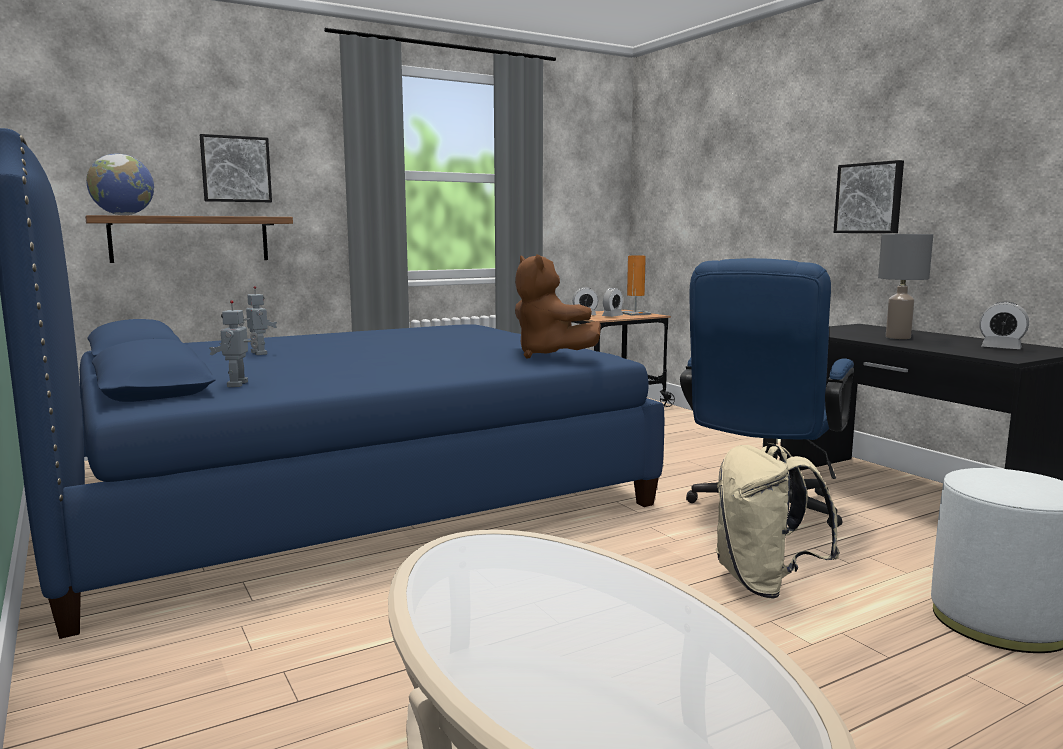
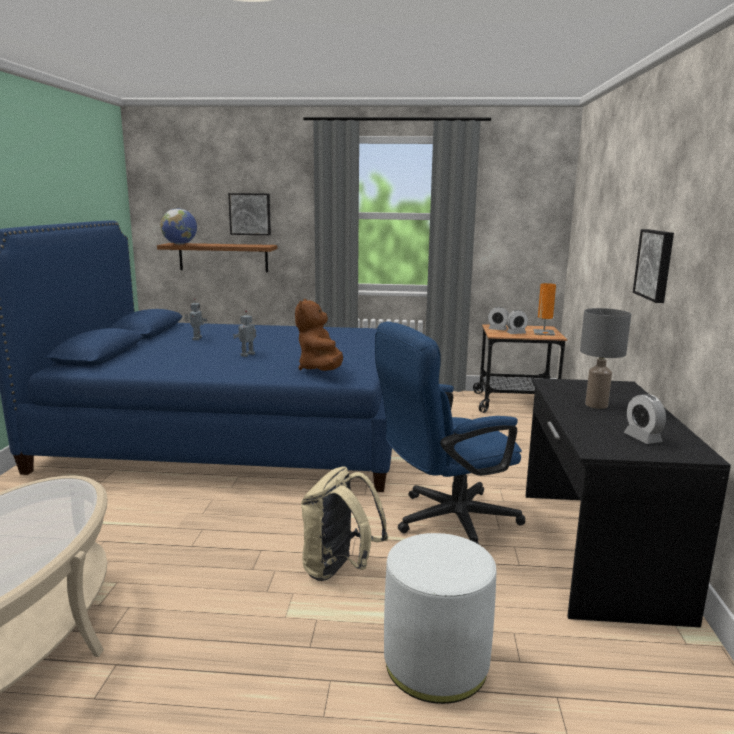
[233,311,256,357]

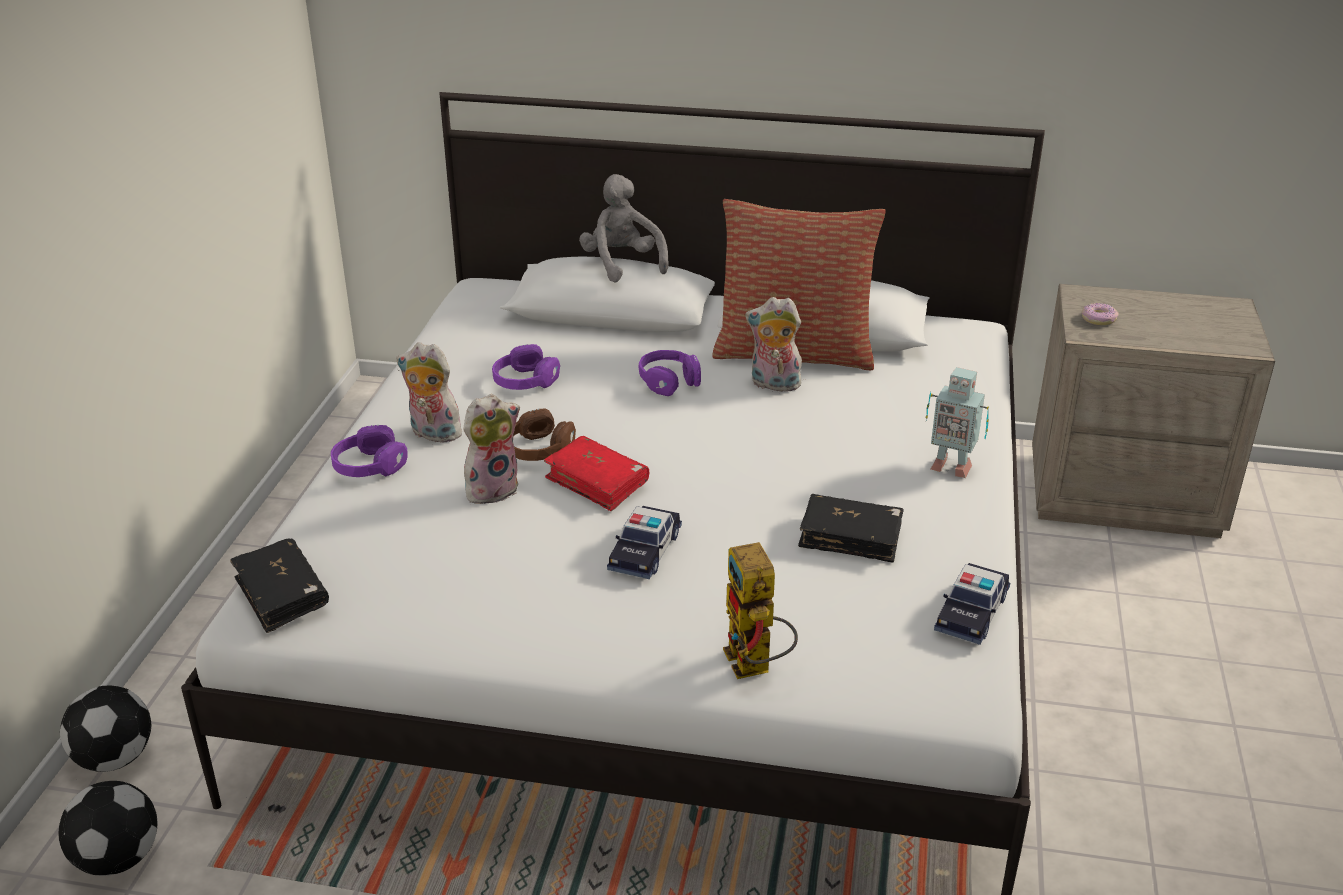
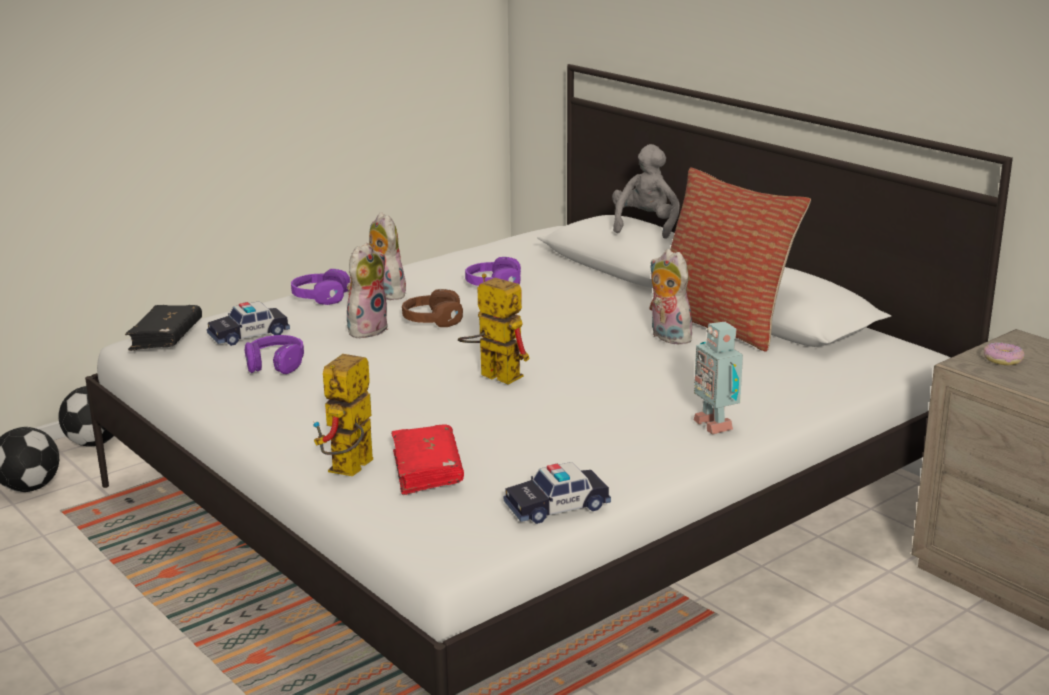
[798,494,904,563] (first image)
[458,273,530,385]
[391,424,464,495]
[207,301,290,346]
[244,335,304,374]
[347,243,388,339]

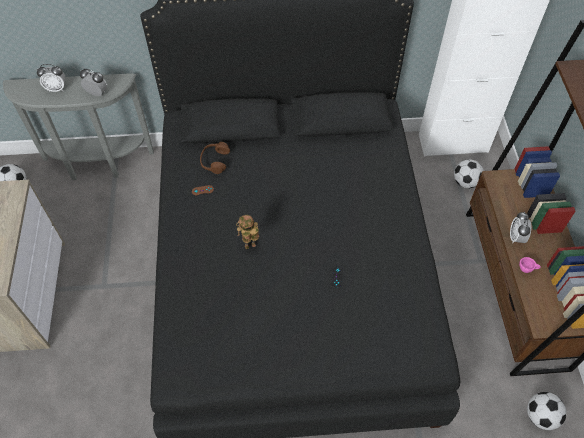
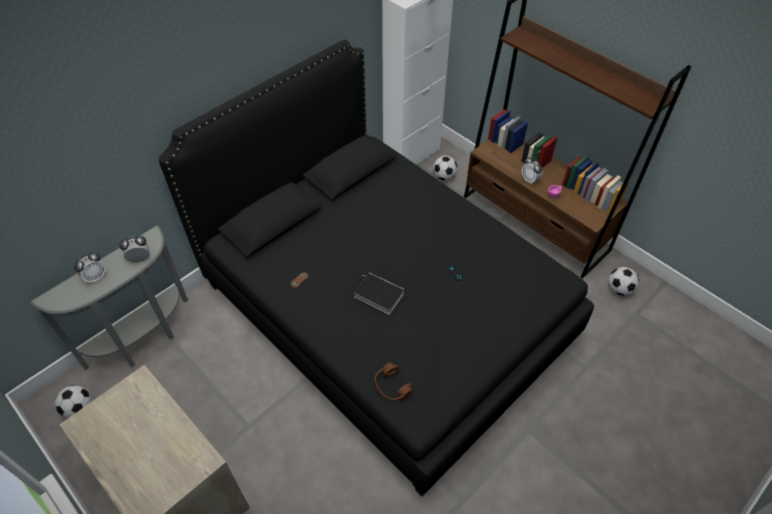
[375,363,412,401]
[354,273,404,314]

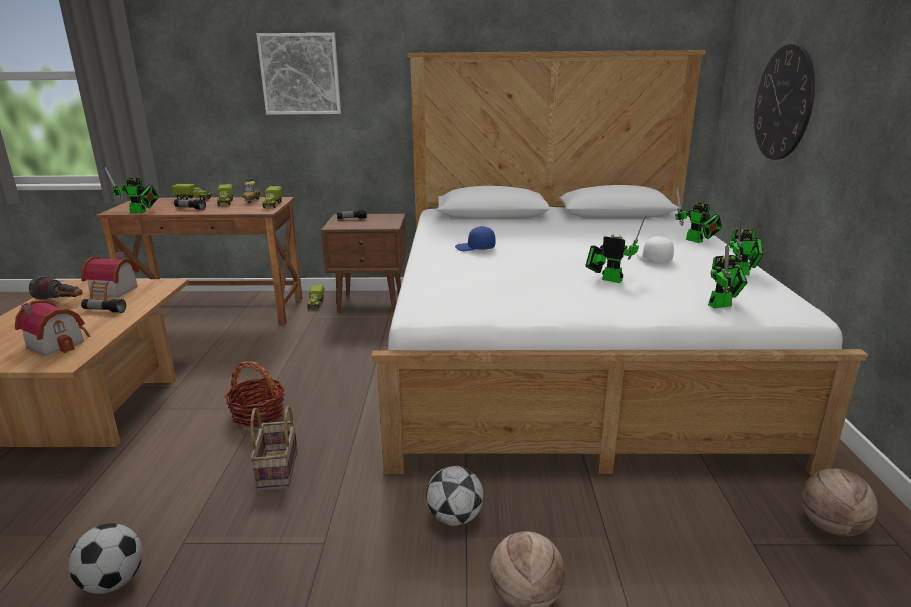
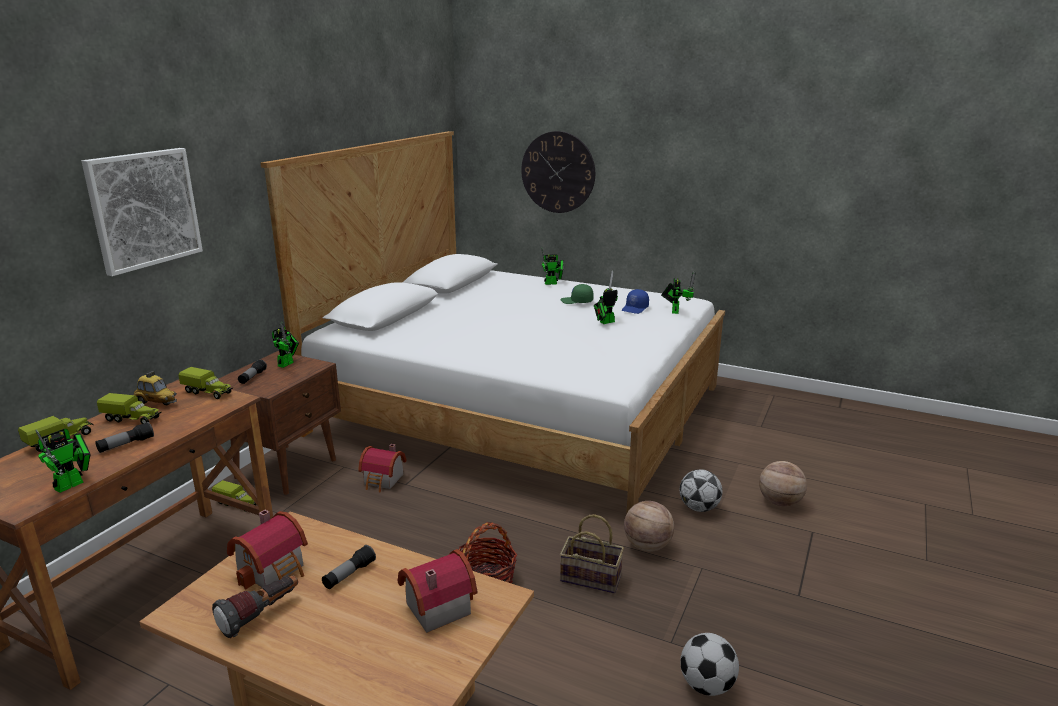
[358,444,407,493]
[622,289,649,314]
[272,322,299,368]
[624,501,674,552]
[561,284,594,304]

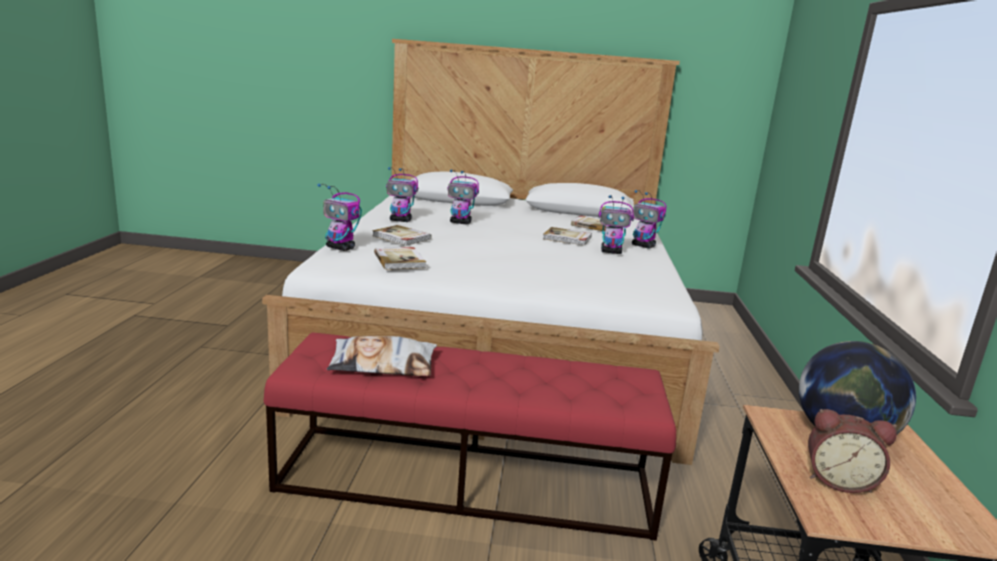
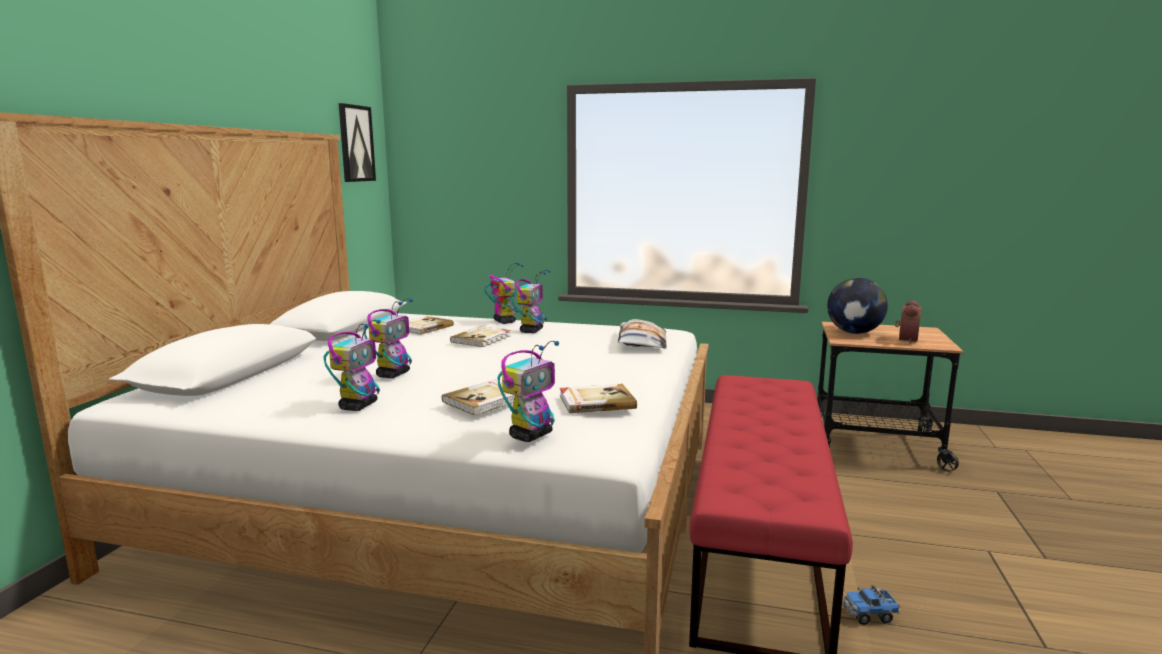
[339,103,376,182]
[842,585,900,625]
[618,319,667,349]
[484,262,524,324]

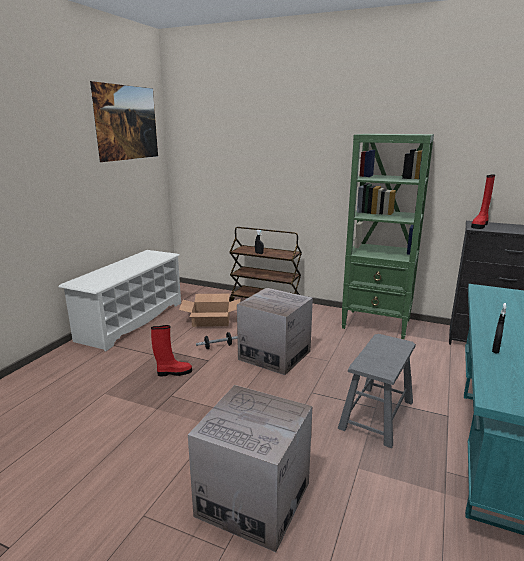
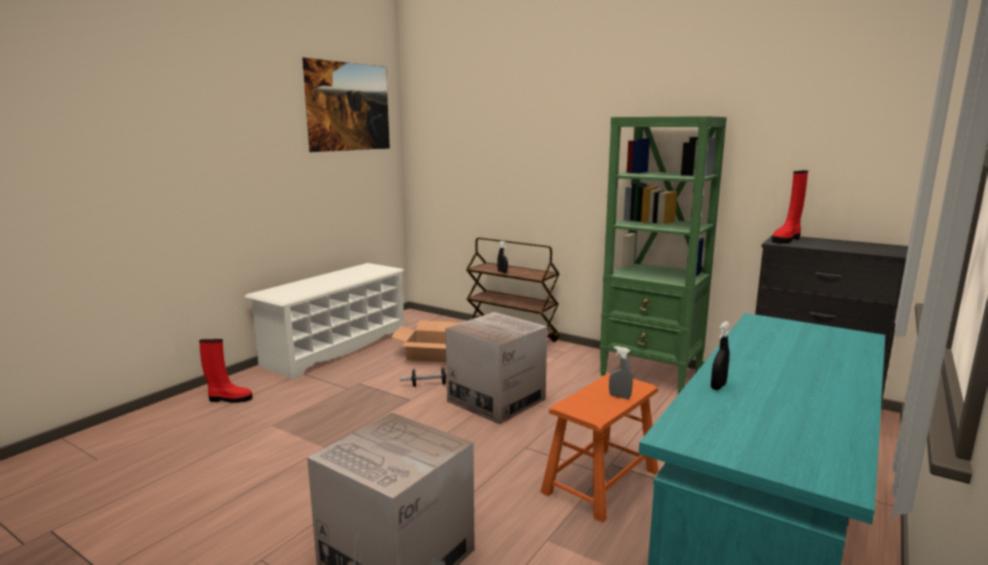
[609,346,633,399]
[199,339,253,403]
[541,373,659,523]

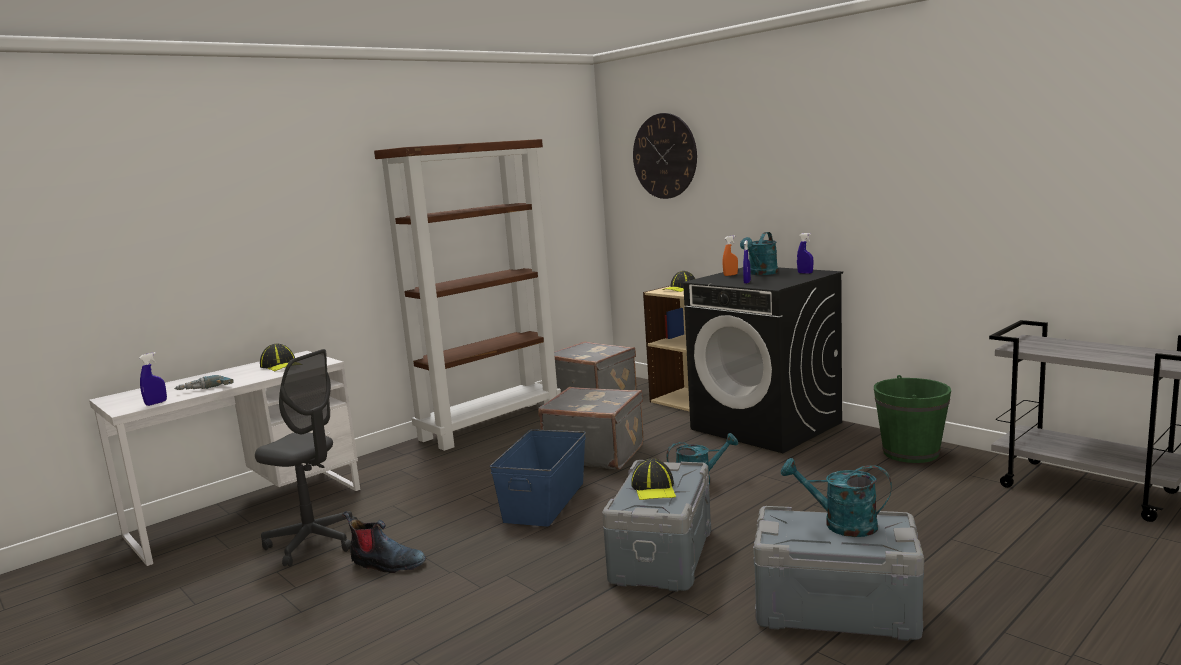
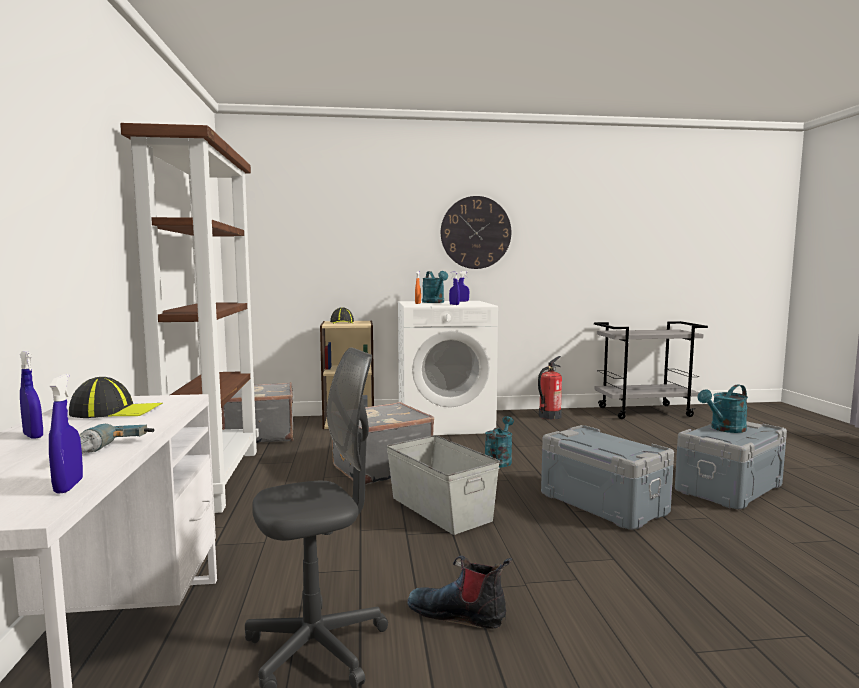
[632,459,676,500] (first image)
[20,351,43,439]
[441,196,511,269]
[538,356,562,419]
[386,435,500,535]
[398,301,498,435]
[407,556,512,629]

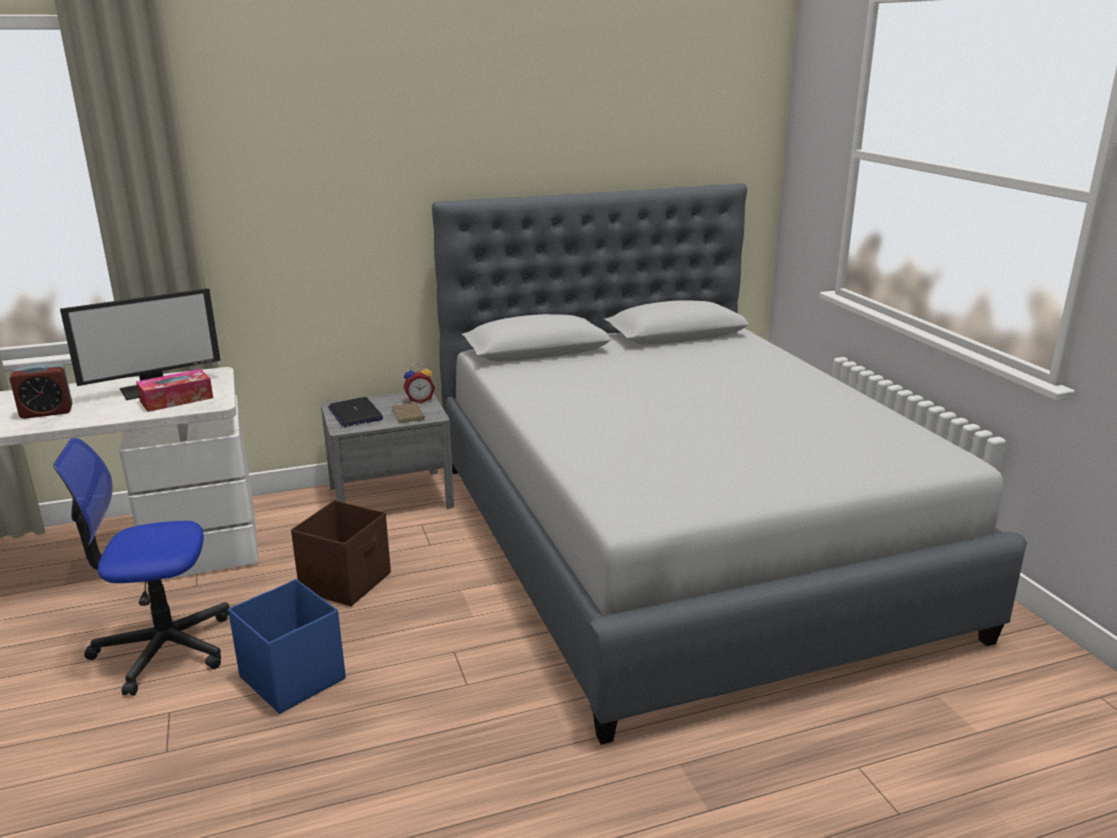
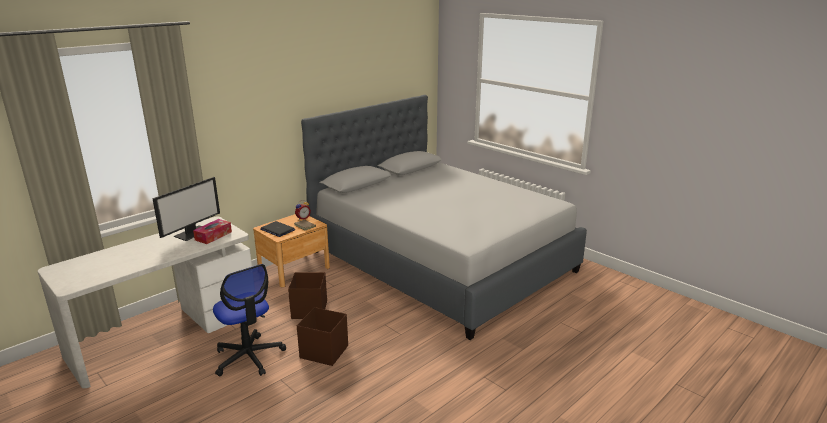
[10,364,73,419] (first image)
[297,307,348,366]
[253,214,330,287]
[213,264,286,376]

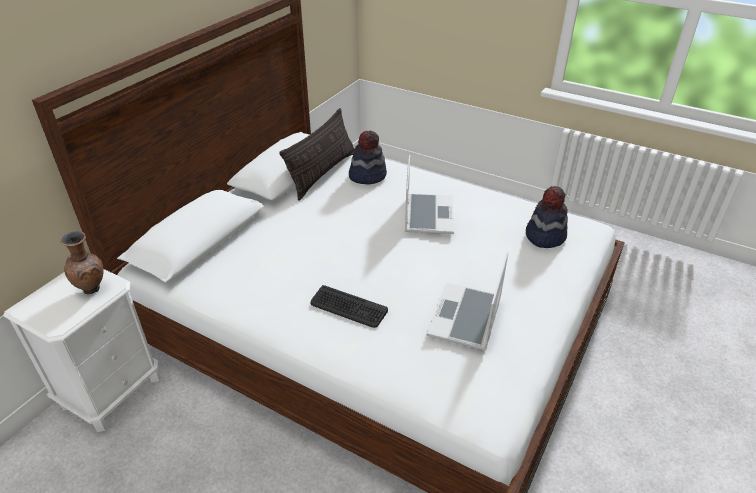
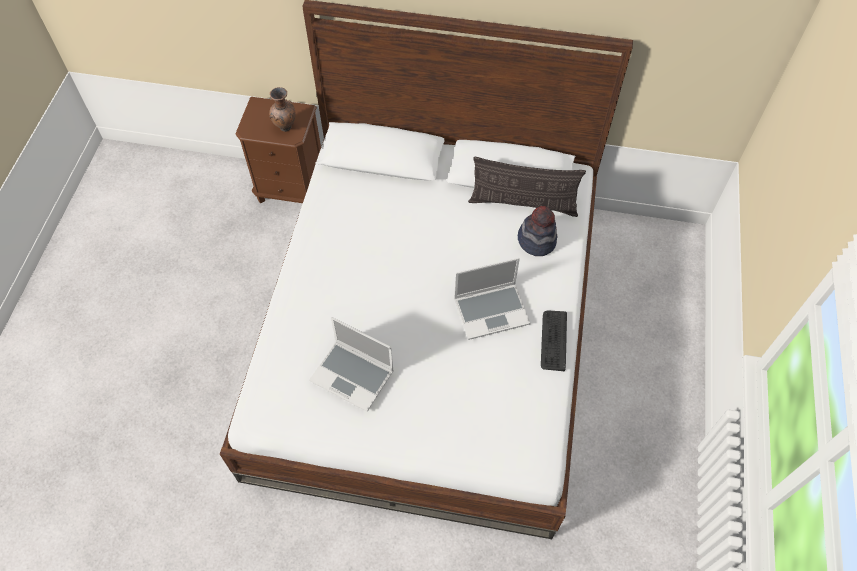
[526,186,568,248] (first image)
[541,310,567,371]
[235,97,321,203]
[309,317,394,412]

